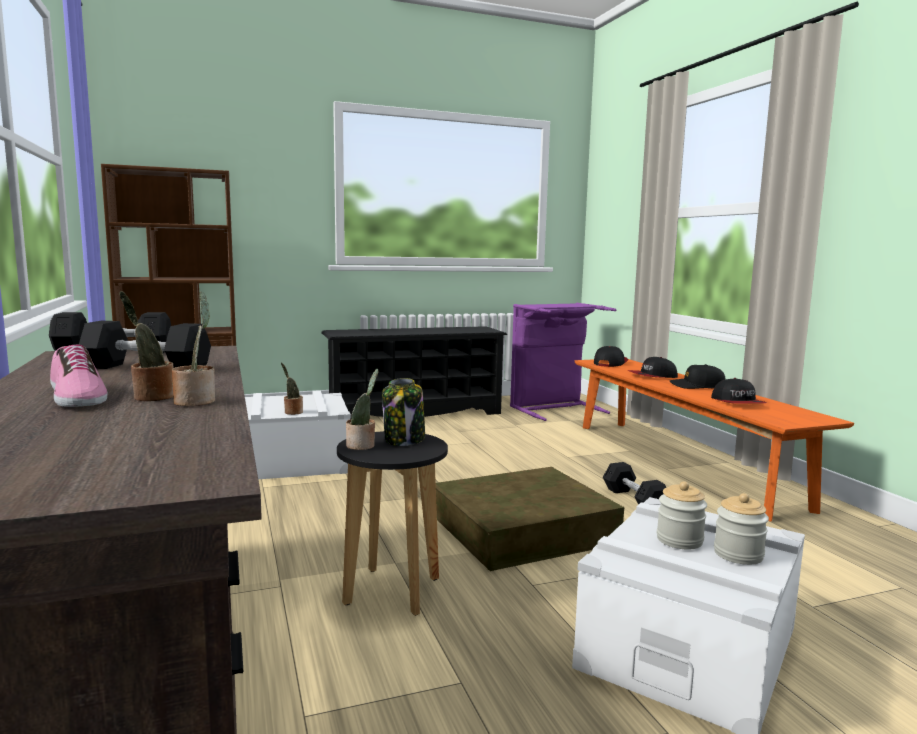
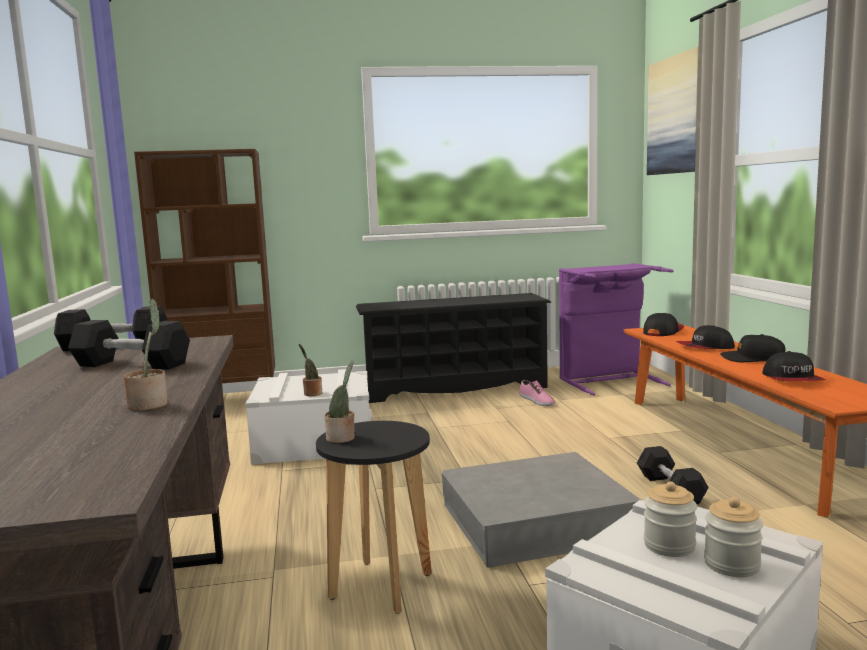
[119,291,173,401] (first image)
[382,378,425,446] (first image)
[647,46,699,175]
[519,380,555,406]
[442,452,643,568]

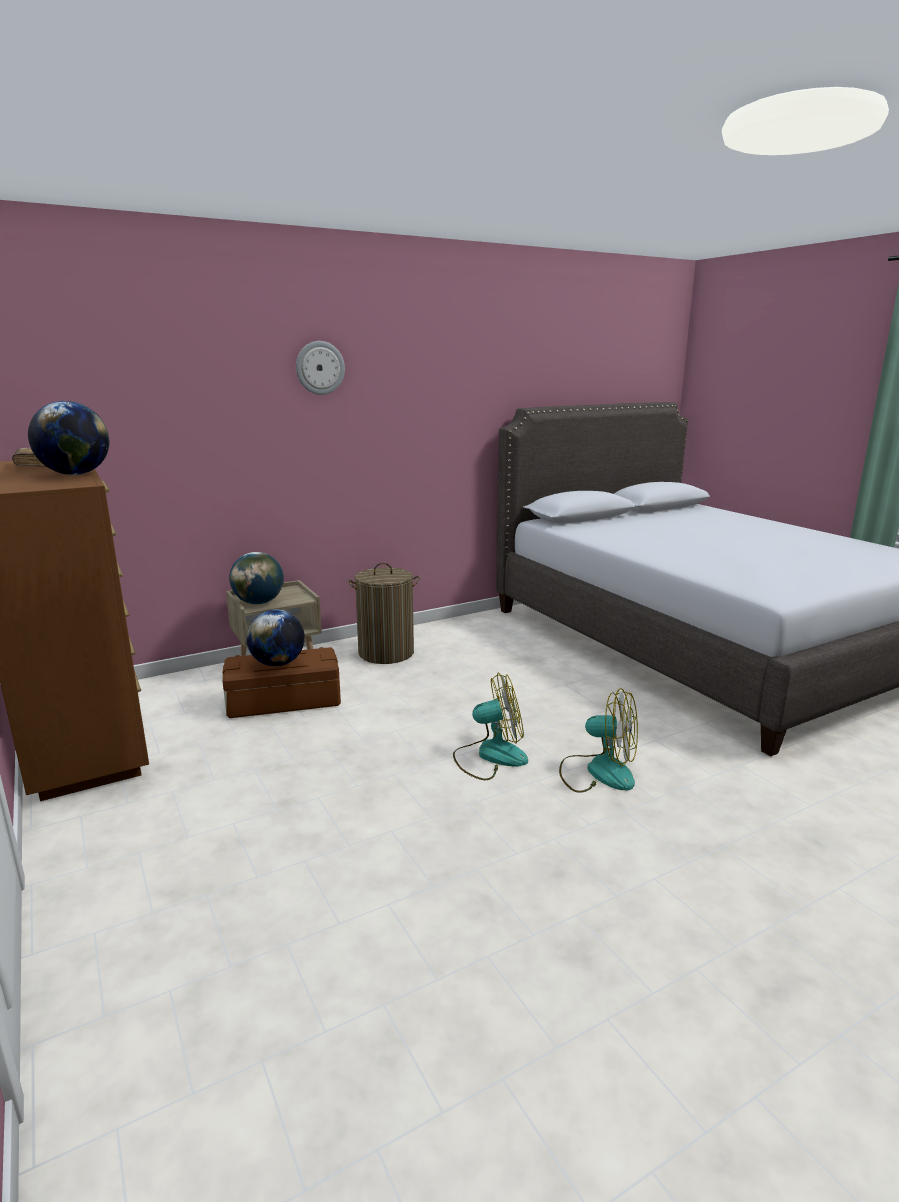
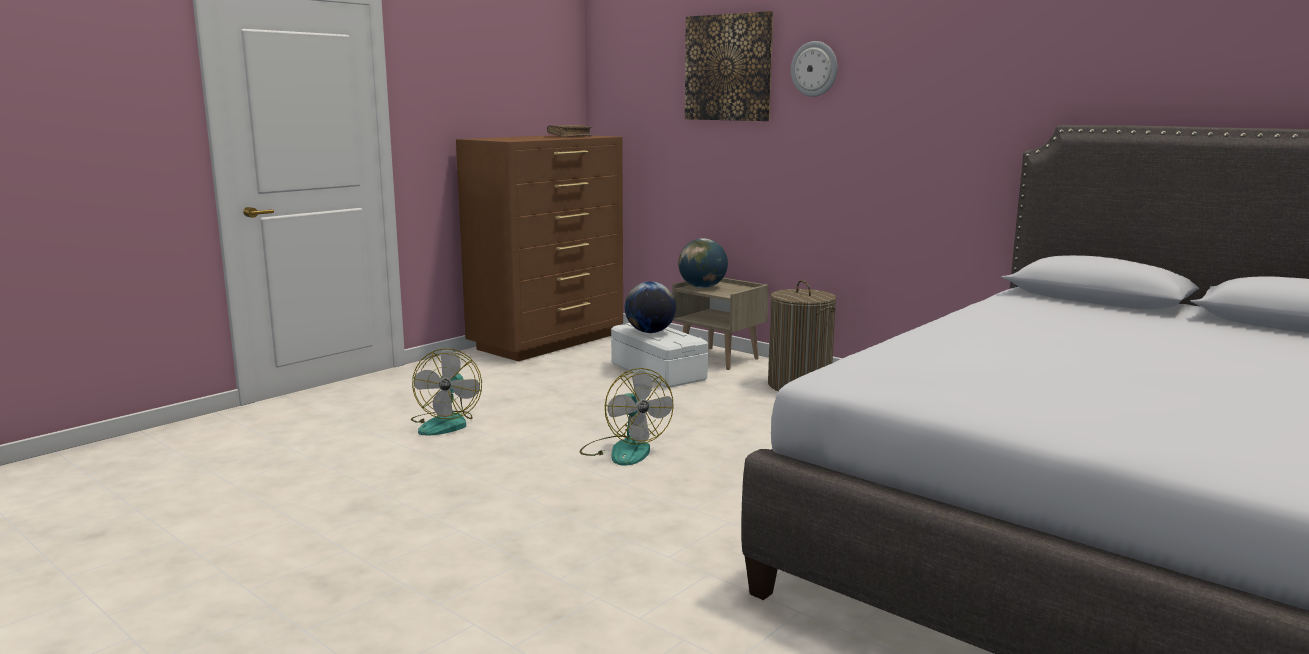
[28,401,109,475] (first image)
[685,11,773,121]
[411,349,482,436]
[611,323,708,388]

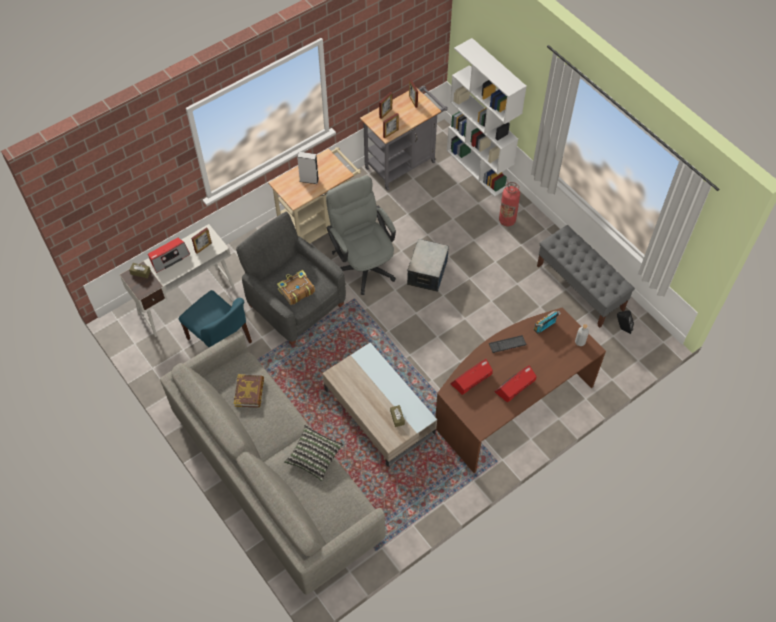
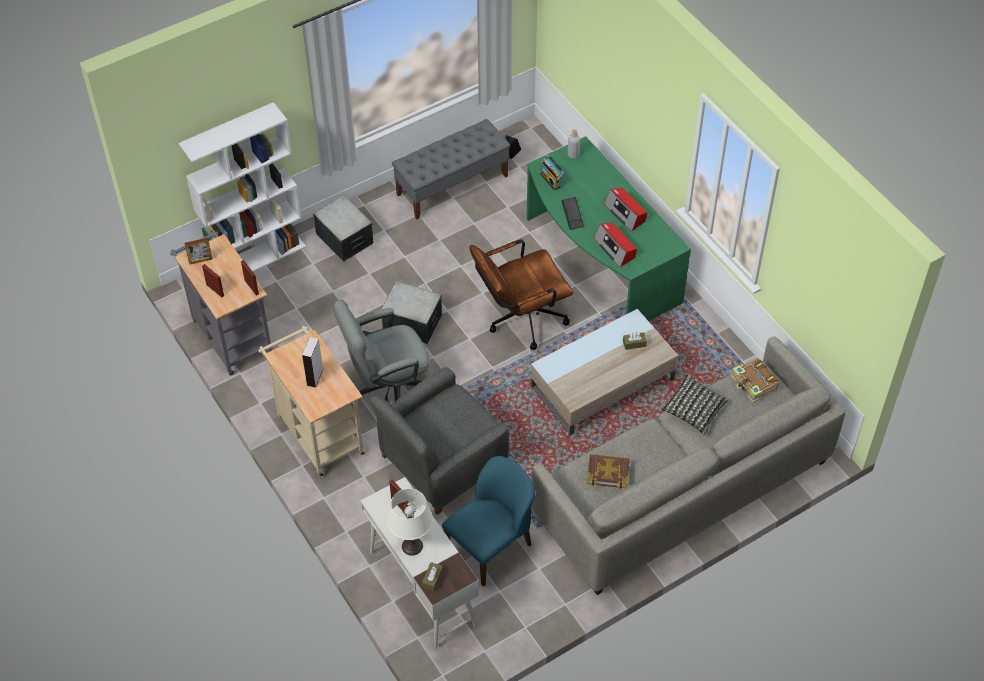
[470,239,573,350]
[731,358,779,403]
[387,488,433,556]
[313,196,373,262]
[527,136,691,321]

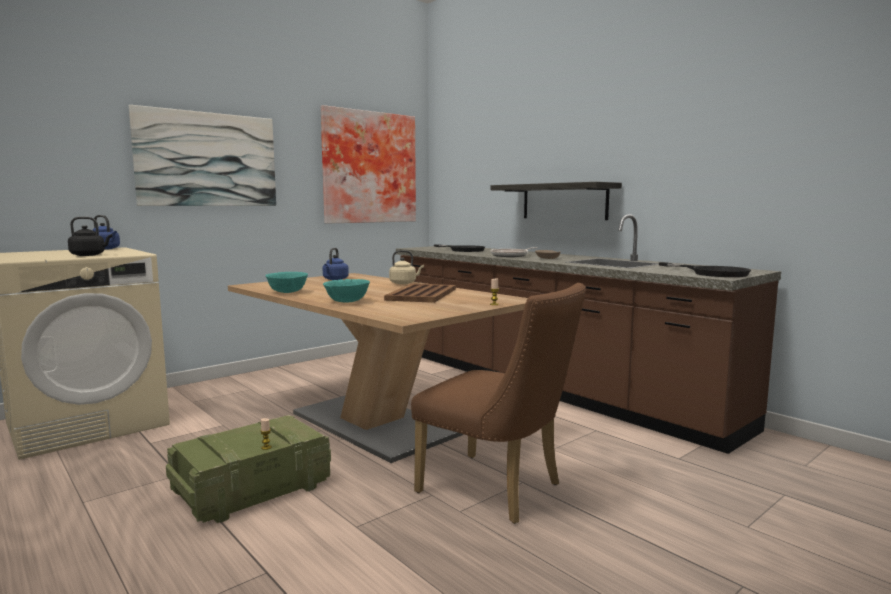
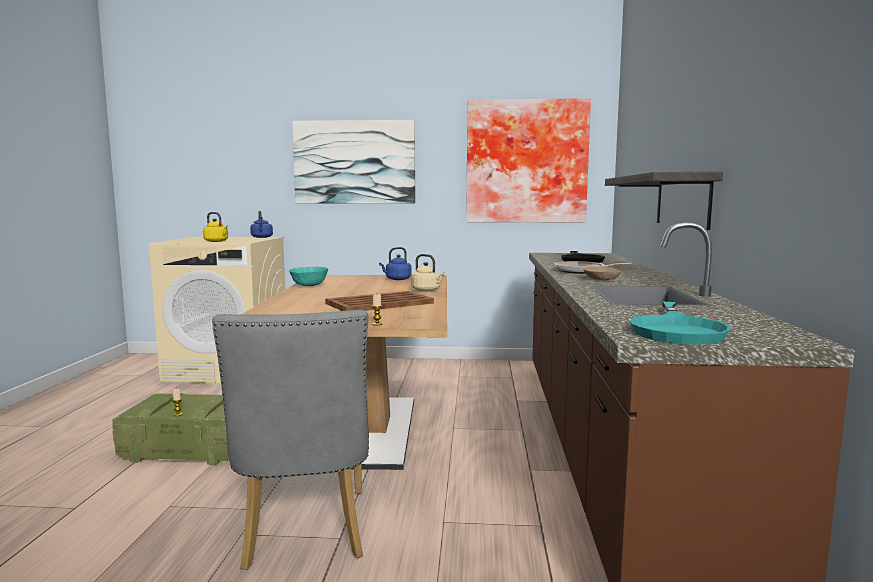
[323,279,370,303] (first image)
[203,212,228,242]
[212,310,369,570]
[630,302,730,344]

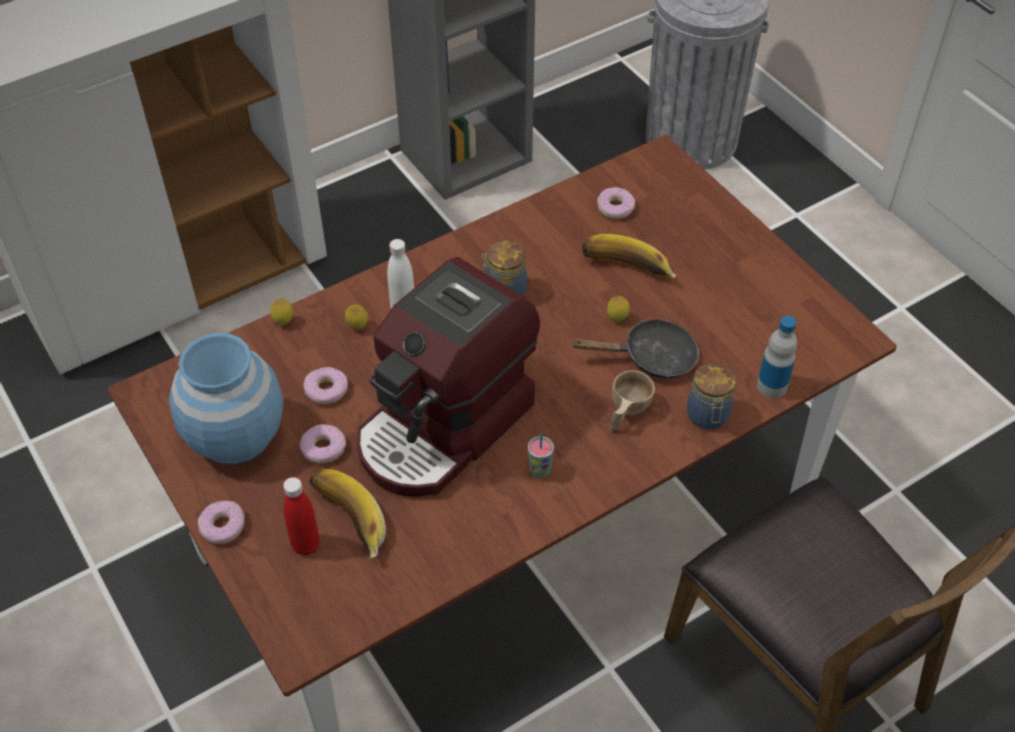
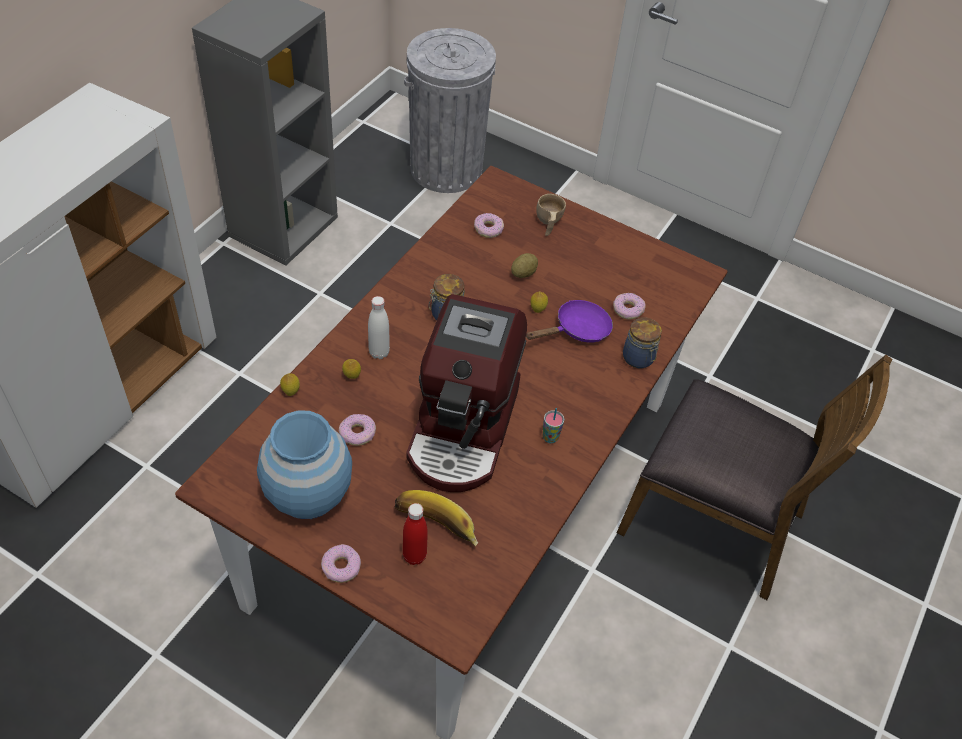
[757,316,797,399] (first image)
[613,293,645,320]
[536,194,566,236]
[511,253,538,278]
[526,300,613,343]

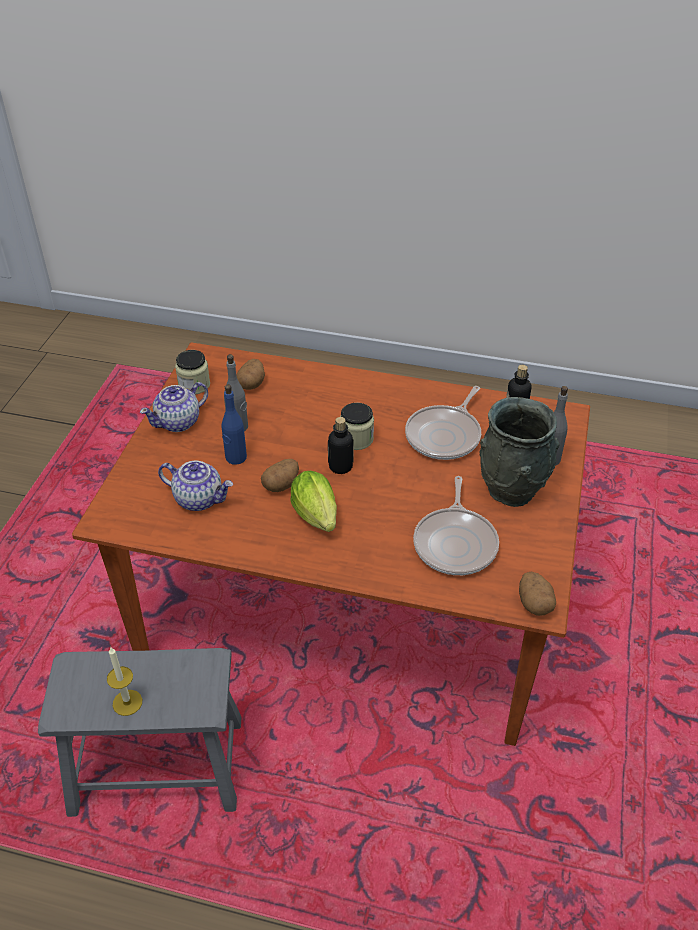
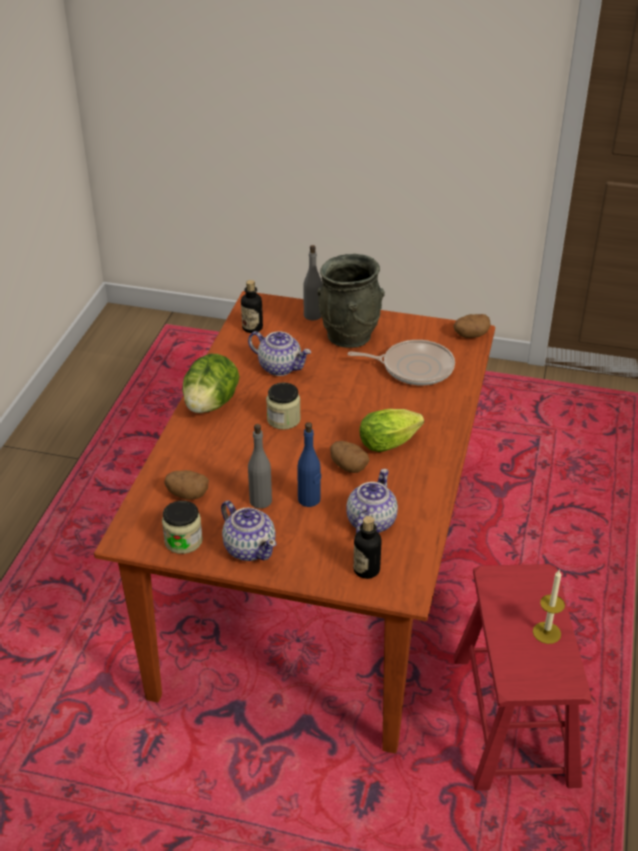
[182,354,239,413]
[353,516,382,579]
[248,331,311,376]
[453,564,591,791]

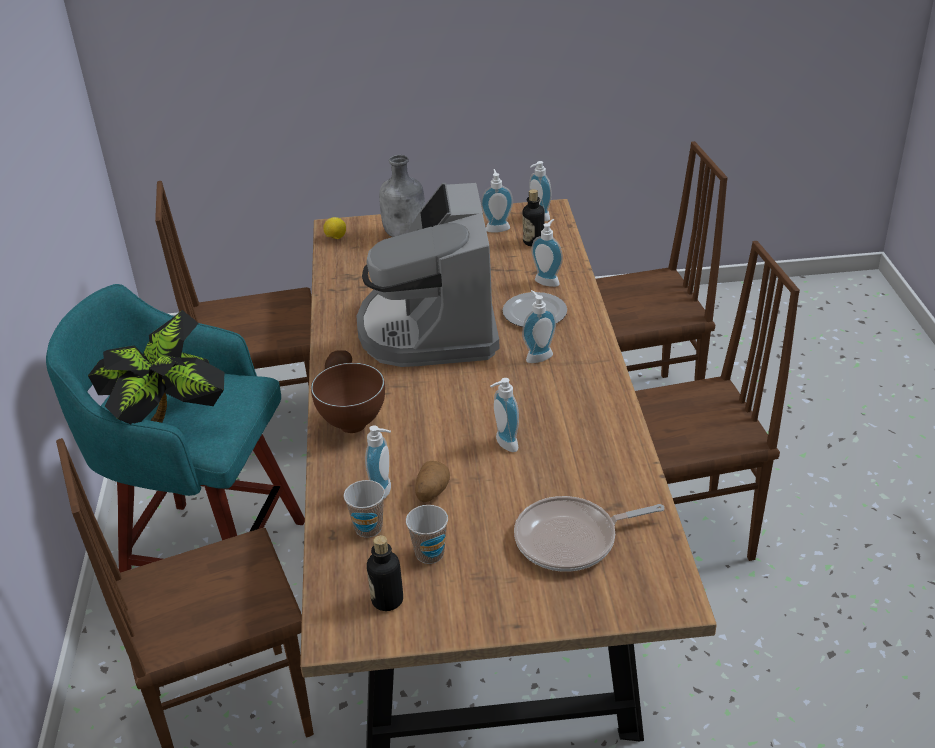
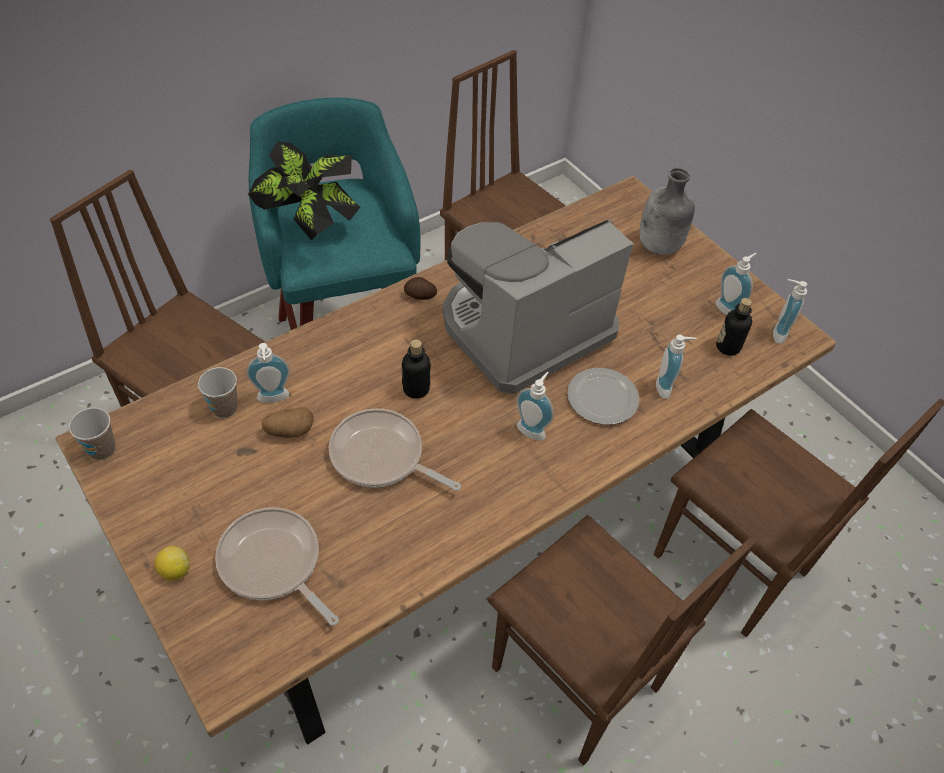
[311,363,385,433] (first image)
[155,546,190,580]
[402,339,431,399]
[69,408,115,460]
[329,408,461,491]

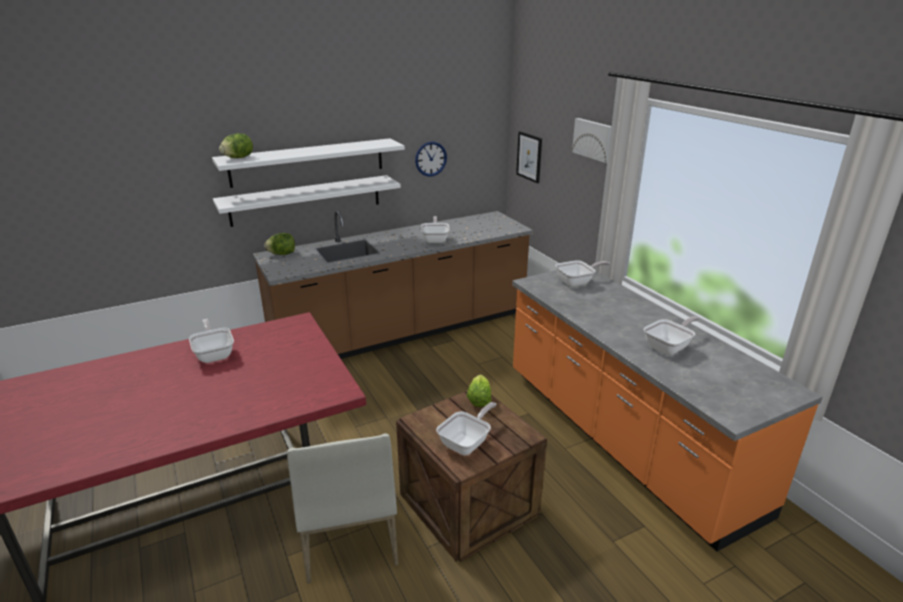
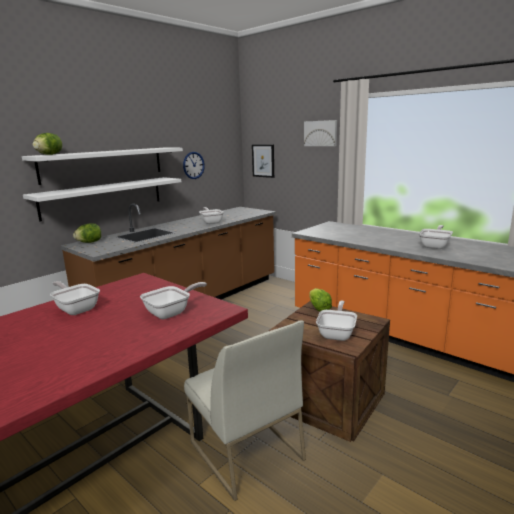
[140,282,207,319]

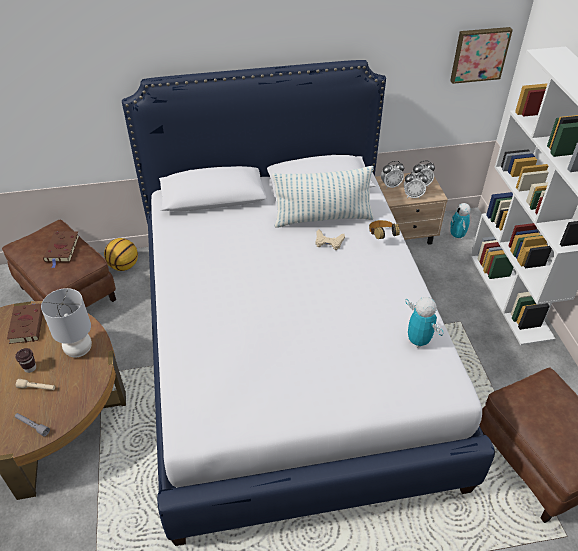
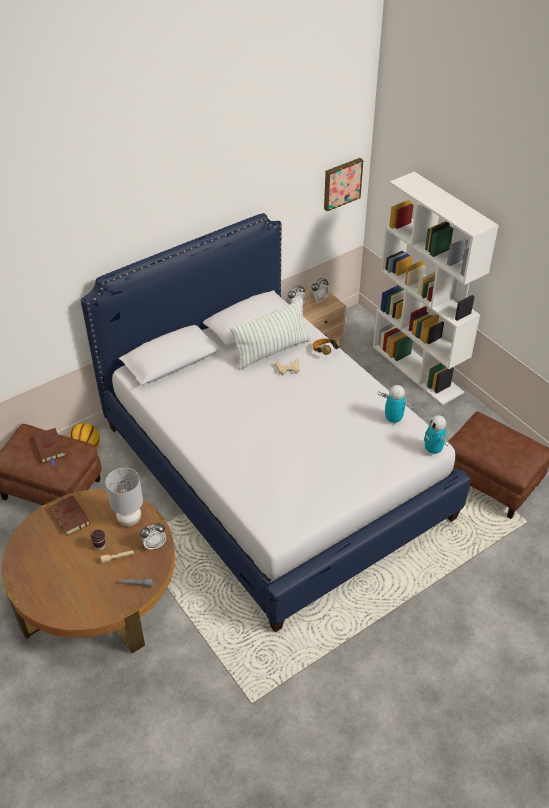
[140,523,166,550]
[424,415,449,456]

